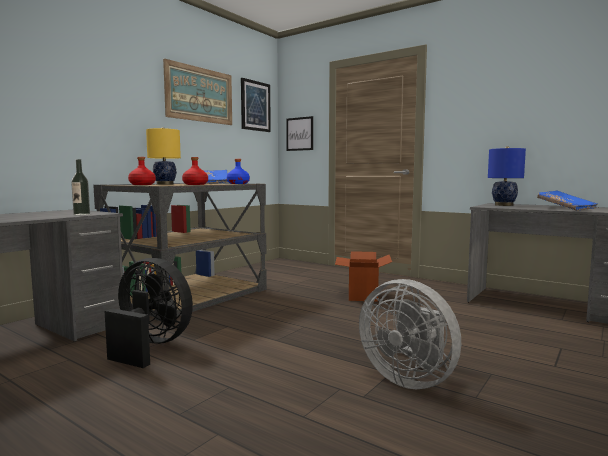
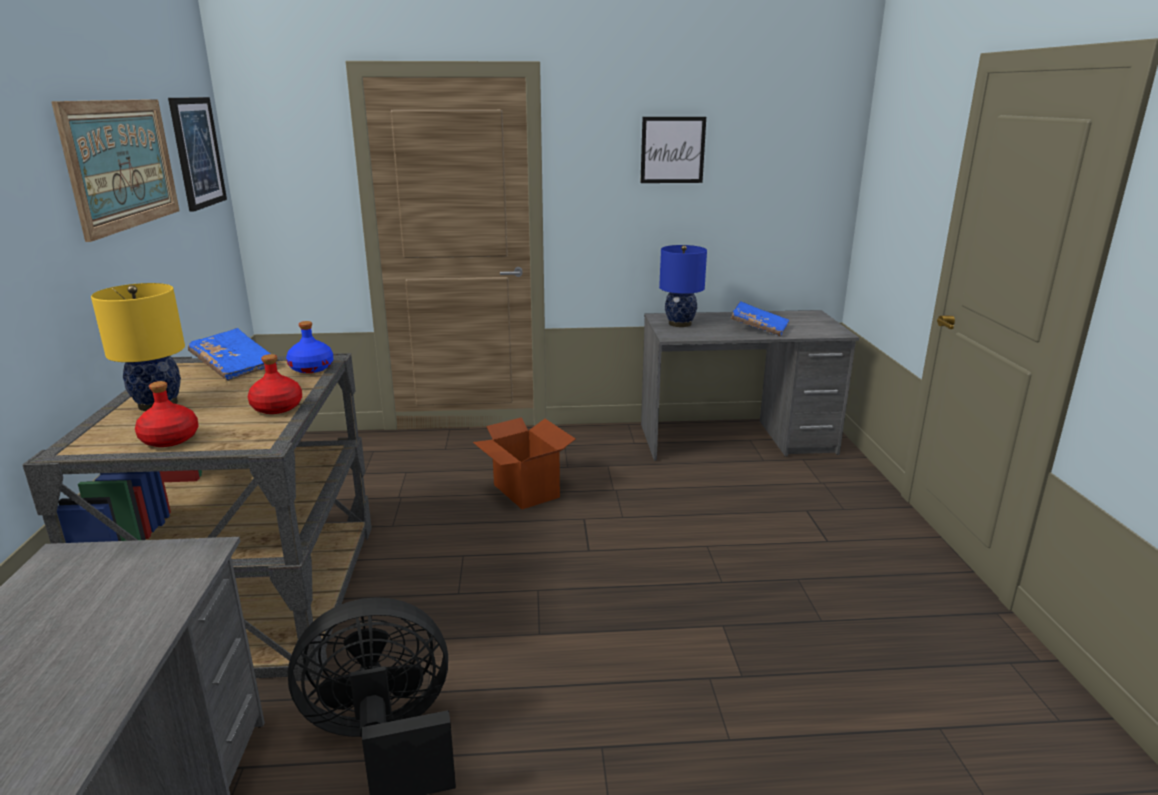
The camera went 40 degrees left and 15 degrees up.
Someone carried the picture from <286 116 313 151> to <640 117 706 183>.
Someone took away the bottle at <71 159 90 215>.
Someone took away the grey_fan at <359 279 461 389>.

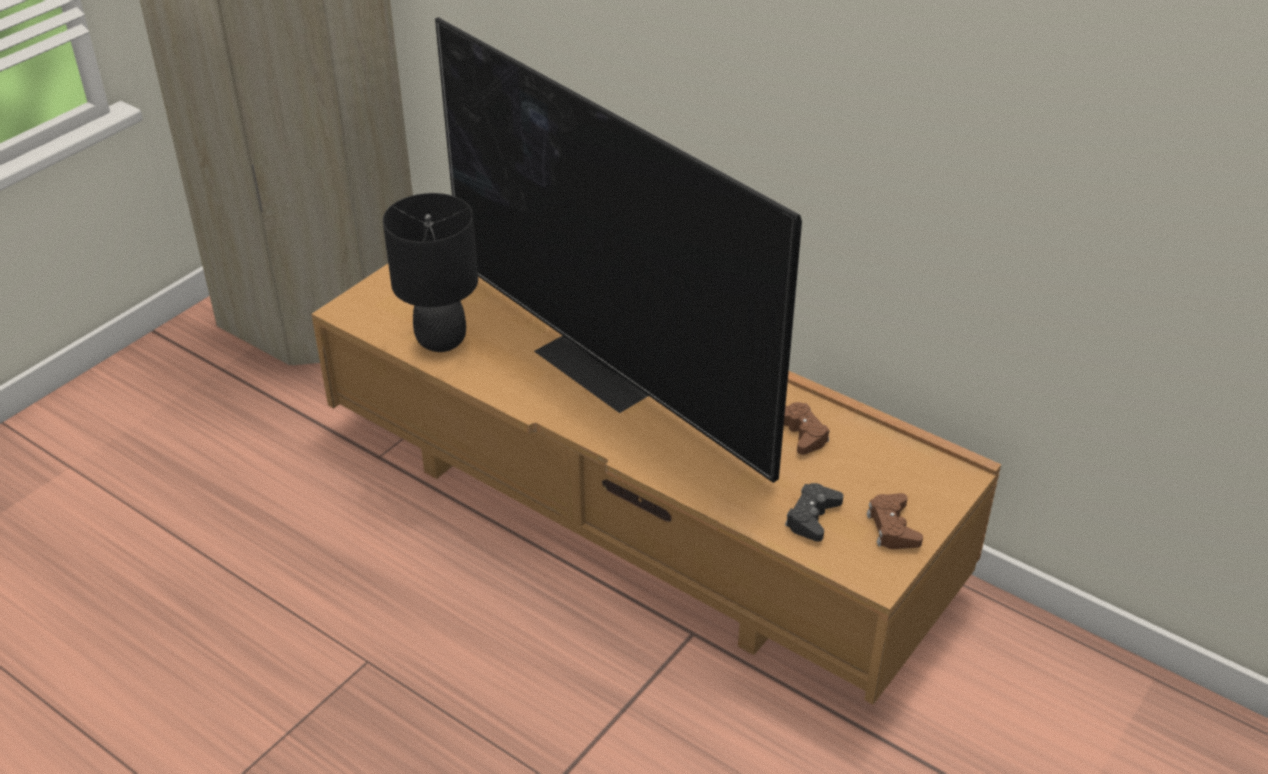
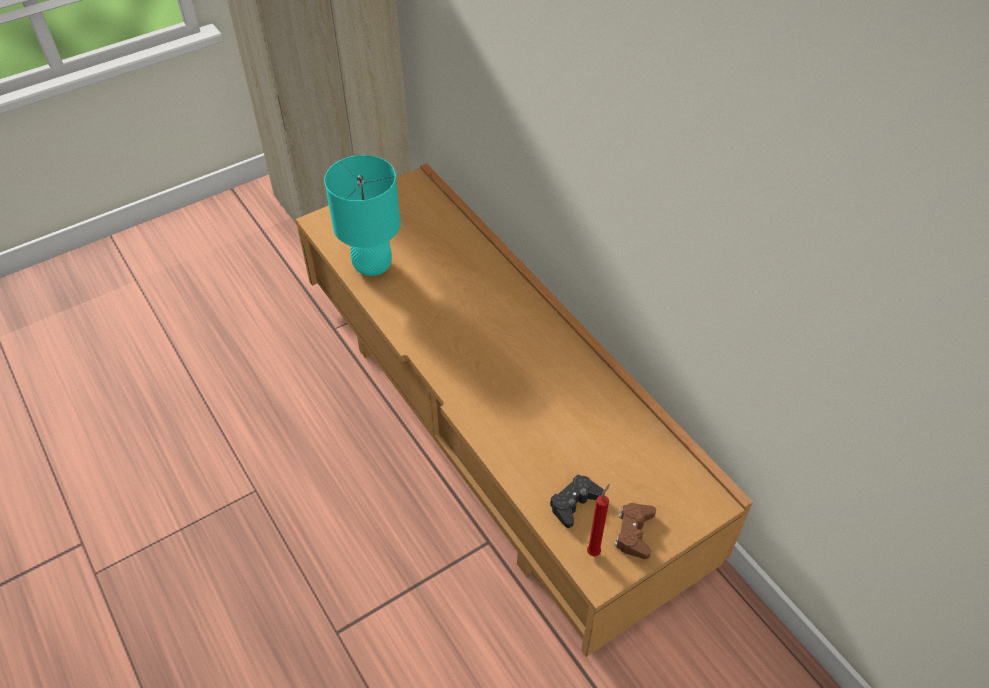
The camera went 20 degrees right and 10 degrees up.
Someone repainted the black_table_lamp at <383 193 478 352>, which became the turquoise_table_lamp at <324 155 401 276>.
Someone put down the red_candle at <587 484 609 556>.
Someone took away the television at <435 17 802 483>.
Someone took away the brown_game_controller at <784 402 829 455>.

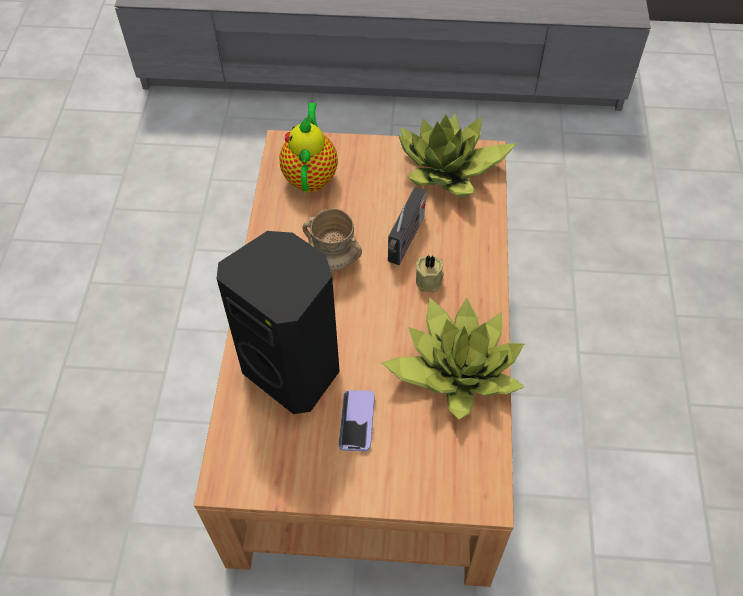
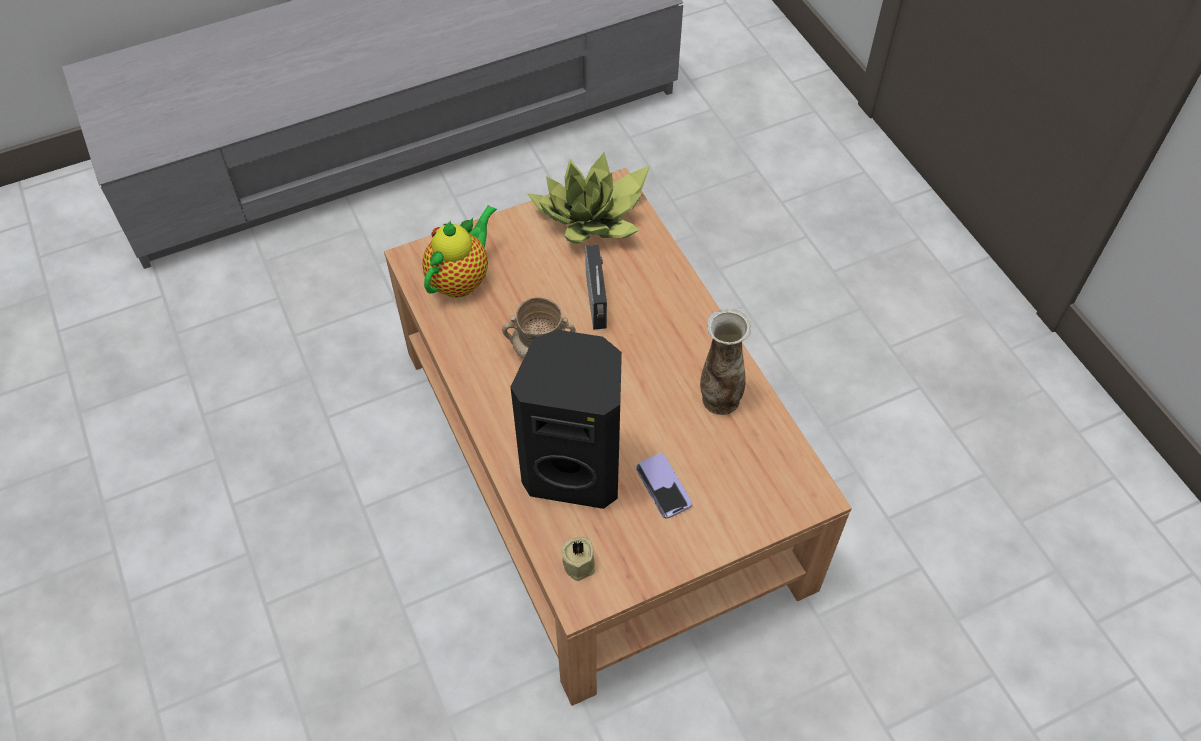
The camera went 30 degrees left and 0 degrees up.
Someone rotated the teapot at <279 103 338 192> by 60 degrees clockwise.
Someone carried the beige_candle from <416 255 444 292> to <561 537 595 581>.
Someone swapped the potted_plant at <382 297 525 419> for the vase at <700 308 751 415>.

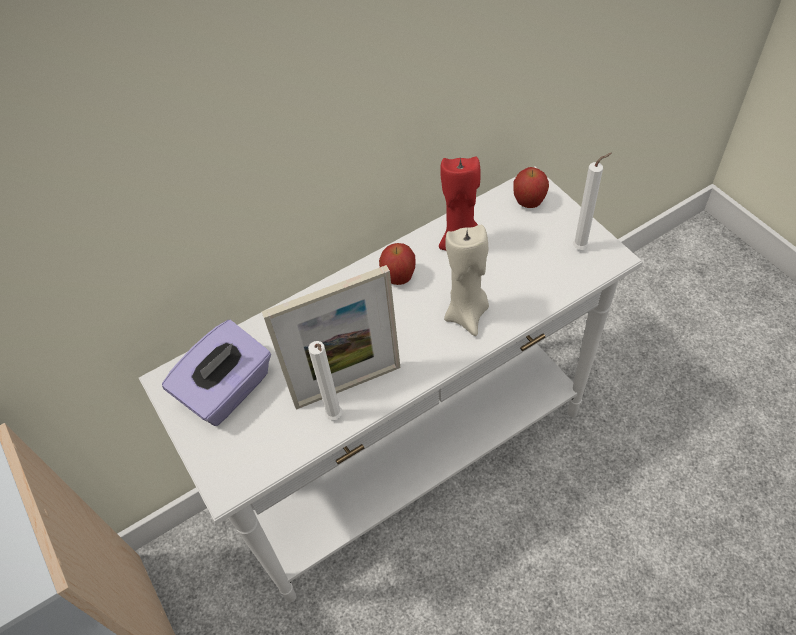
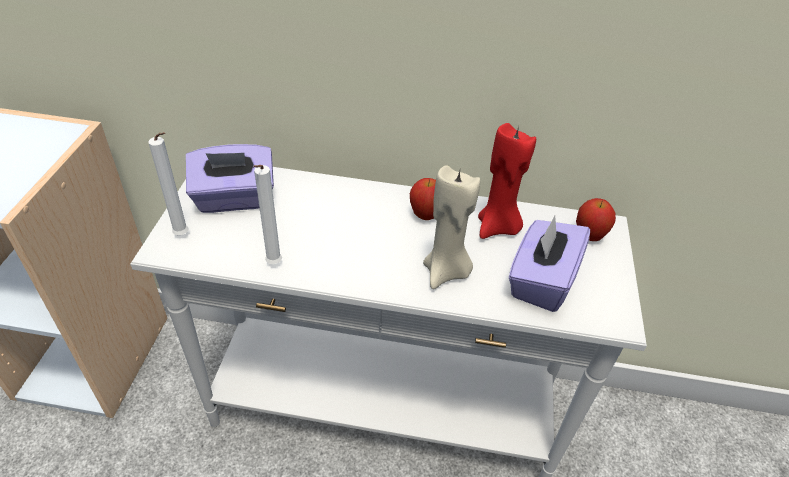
The camera went 35 degrees right and 10 degrees down.
Someone carried the white_candle from <573 153 612 250> to <149 132 188 235>.
Someone put down the purple_tissue_box at <509 215 590 312>.
Someone took away the picture_frame at <262 265 401 409>.

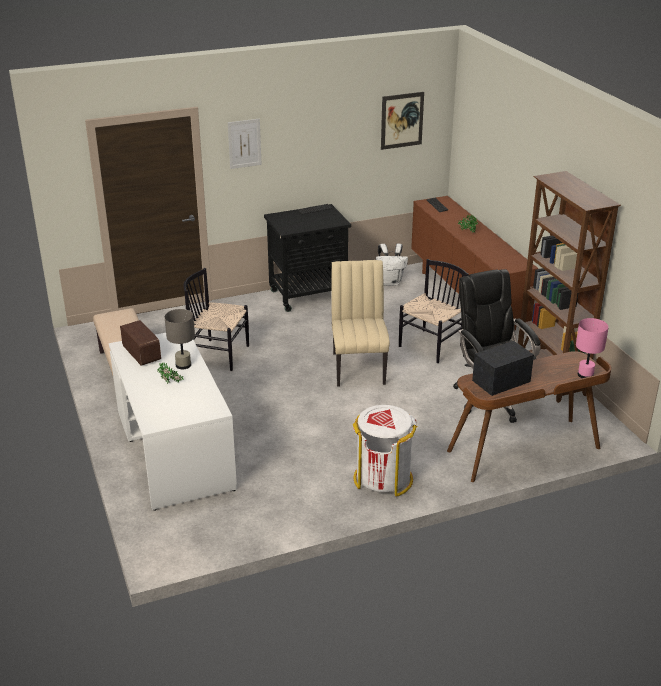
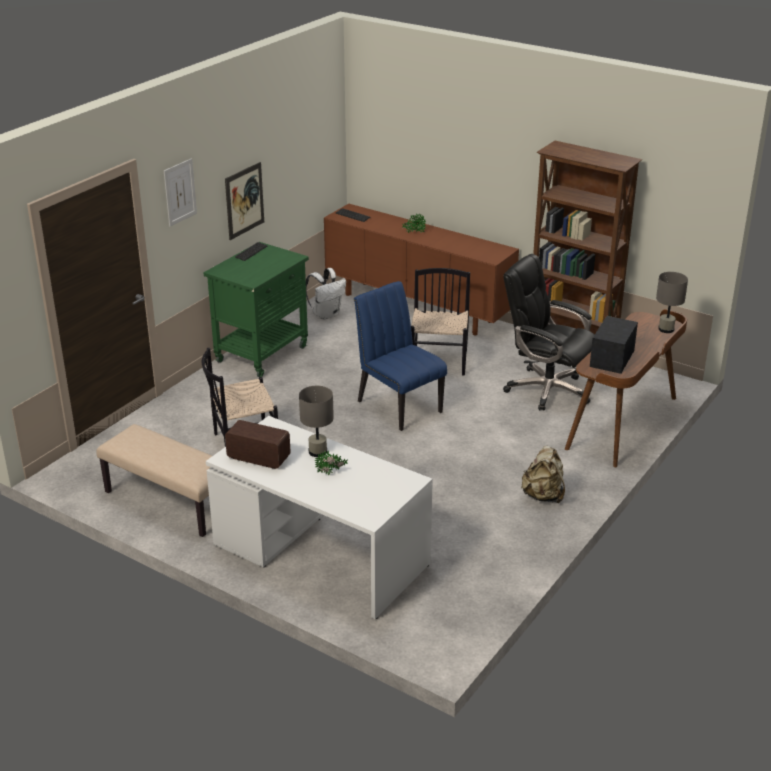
The camera went 35 degrees left and 0 degrees up.
Someone repainted the black_cart at <264 204 351 312>, which became the green_cart at <203 242 309 377>.
Someone carried the picture from <381 92 424 150> to <225 162 264 240>.
Someone repainted the beige_chair at <331 260 390 387>, which became the blue_chair at <354 281 447 431>.
Someone swapped the white_trash_can at <353 405 417 497> for the beige_backpack at <521 446 565 504>.
Someone repainted the pink_table_lamp at <576 318 608 378>, which became the grey_table_lamp at <656 272 688 333>.

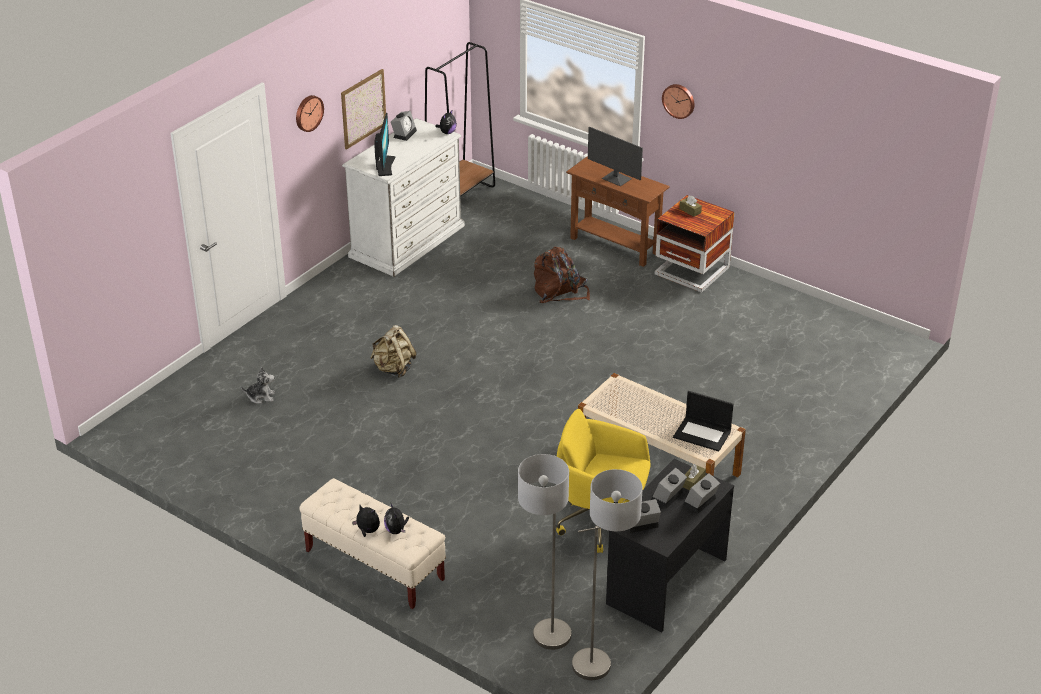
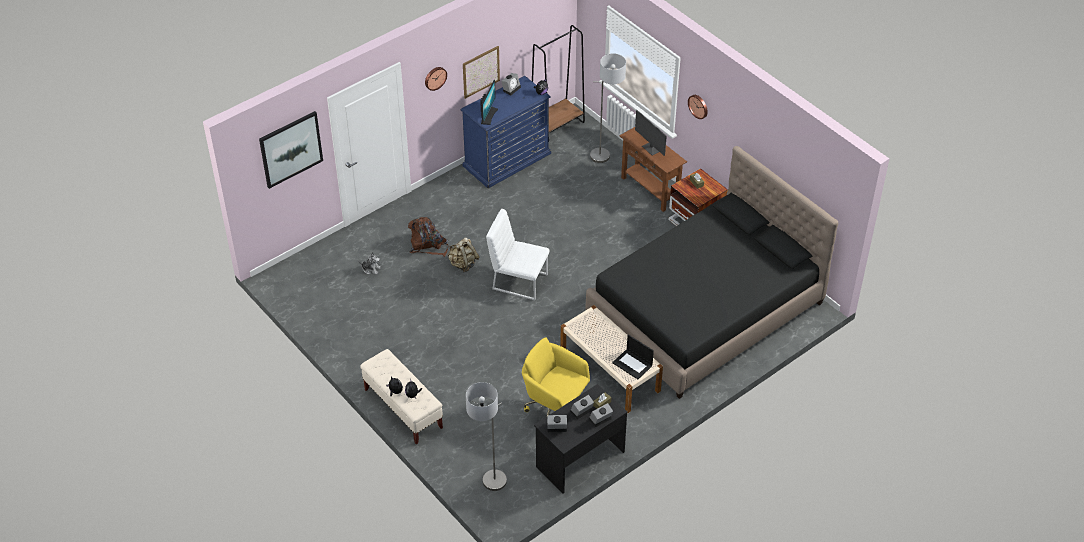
The camera went 15 degrees right and 10 degrees up.
Someone put up the picture at <259 111 323 189>.
Someone carried the brown_backpack from <534 247 590 303> to <408 217 448 257>.
Someone repainted the white_dresser at <342 118 465 277>, which became the blue_dresser at <460 76 551 188>.
Someone put down the white_chair at <486 209 549 301>.
Someone put down the black_bed at <585 146 838 399>.
Someone carried the grey_floor_lamp from <572 469 643 680> to <590 53 626 163>.

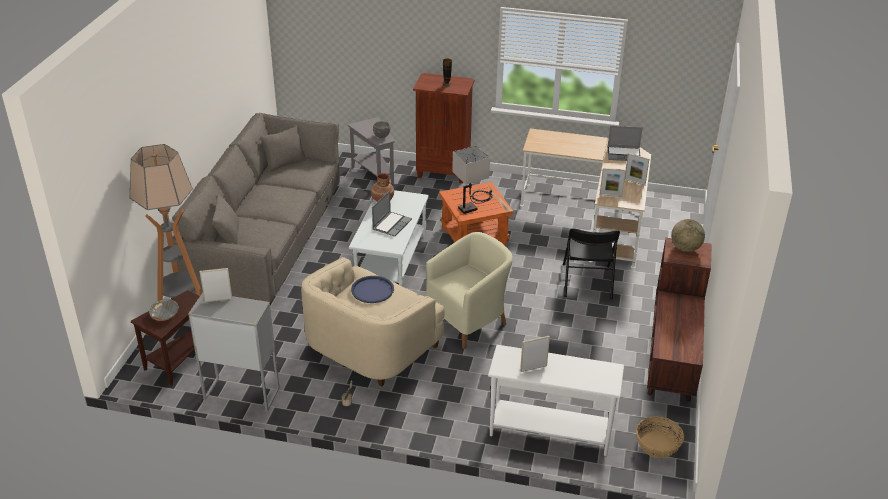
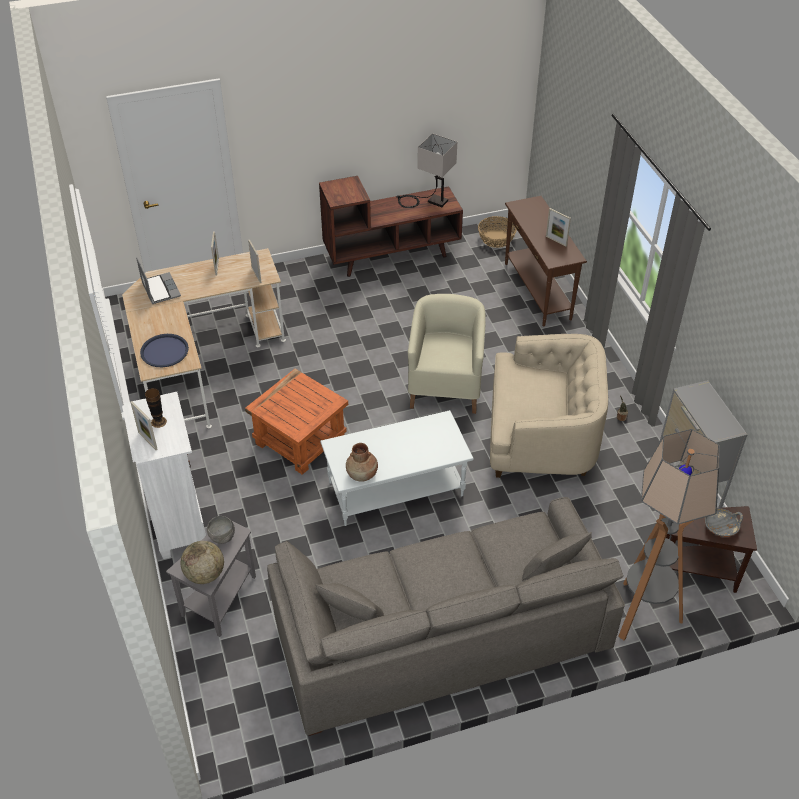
The camera went 120 degrees left and 10 degrees up.
Someone repainted the brown_cabinet at <413 73 475 184>, which became the white_cabinet at <122 392 206 559>.
Someone carried the picture_frame from <200 268 232 302> to <130 401 158 450>.
Someone carried the blue_tray from <351 276 394 303> to <140 334 189 367>.
Someone carried the globe from <671 219 705 252> to <181 541 224 584>.
Someone carried the table_lamp from <452 145 493 214> to <396 133 457 208>.
Someone rotated the beige_armchair at <426 232 513 349> by 75 degrees clockwise.
Someone repainted the white_console_table at <488 345 624 456>, which became the brown_console_table at <505 196 587 327>.
Someone took away the laptop at <372 191 412 237>.
Someone took away the black_chair at <563 229 620 299>.

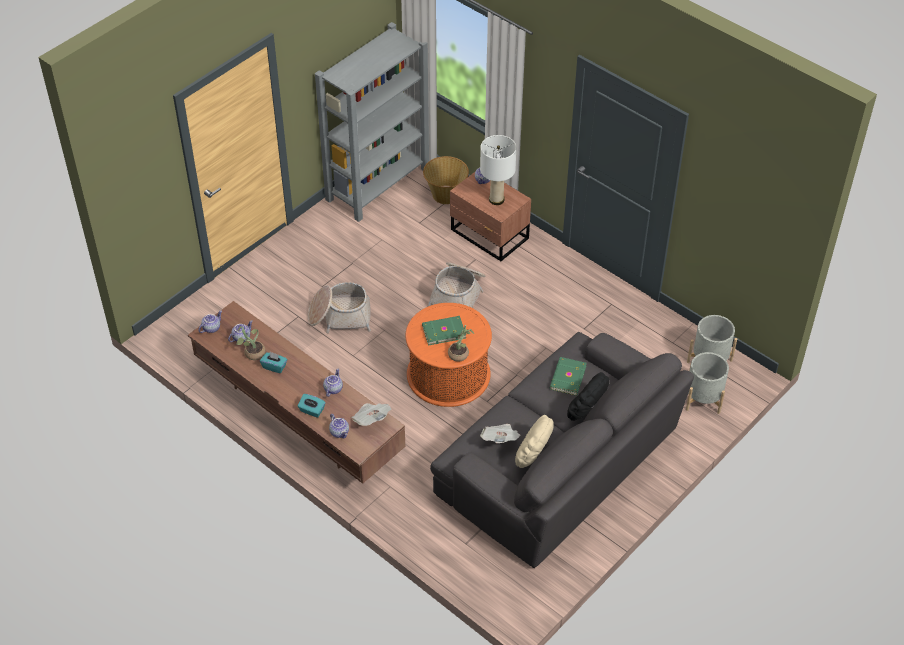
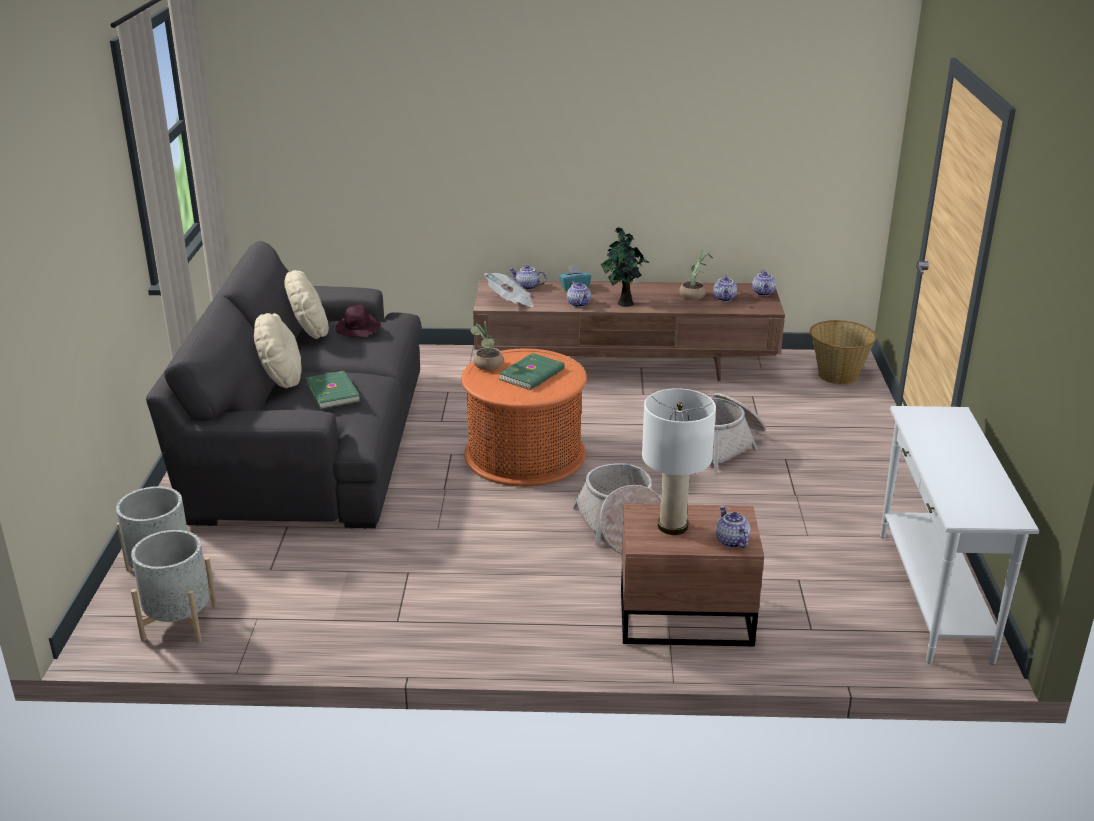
The camera went 140 degrees right and 20 degrees down.
Someone repainted the black_pillow at <567 372 609 421>, which became the beige_pillow at <254 313 302 388>.
Someone swapped the newspaper at <480 424 521 443> for the purple_hat at <336 305 381 337>.
Someone put down the potted_plant at <601 227 649 307>.
Someone carried the basket from <423 156 469 204> to <809 320 877 384>.
Someone swapped the grey_bookcase at <315 22 429 222> for the white_console_table at <880 406 1039 665>.
Someone took away the turquoise_tissue_box at <260 352 287 373>.

